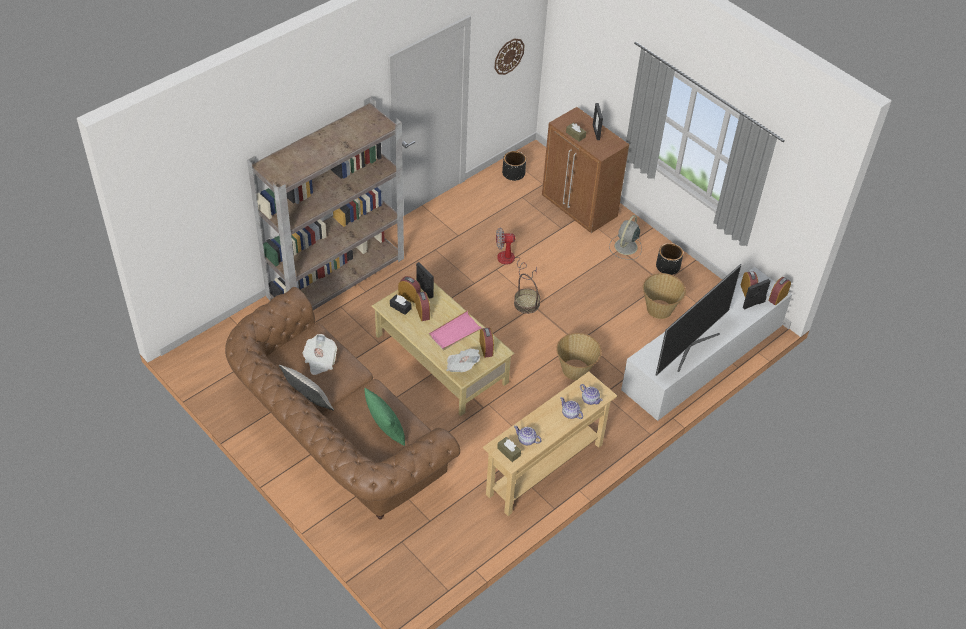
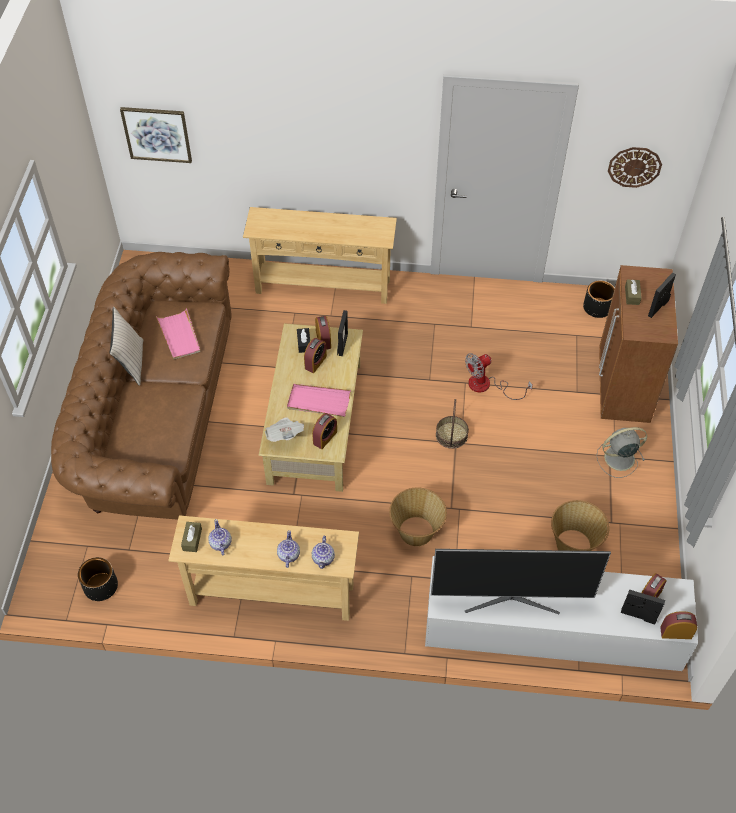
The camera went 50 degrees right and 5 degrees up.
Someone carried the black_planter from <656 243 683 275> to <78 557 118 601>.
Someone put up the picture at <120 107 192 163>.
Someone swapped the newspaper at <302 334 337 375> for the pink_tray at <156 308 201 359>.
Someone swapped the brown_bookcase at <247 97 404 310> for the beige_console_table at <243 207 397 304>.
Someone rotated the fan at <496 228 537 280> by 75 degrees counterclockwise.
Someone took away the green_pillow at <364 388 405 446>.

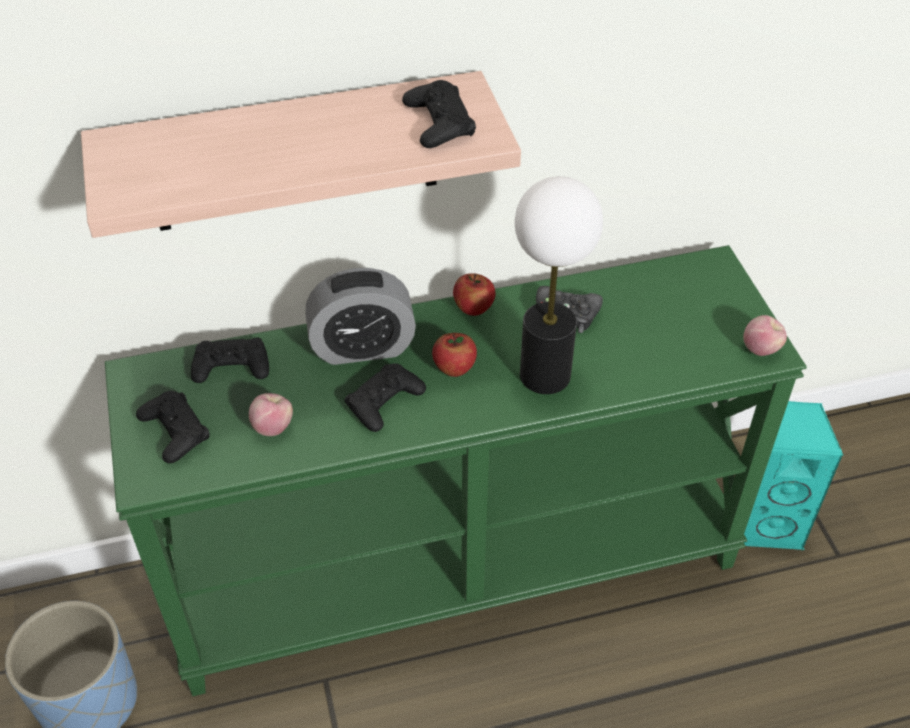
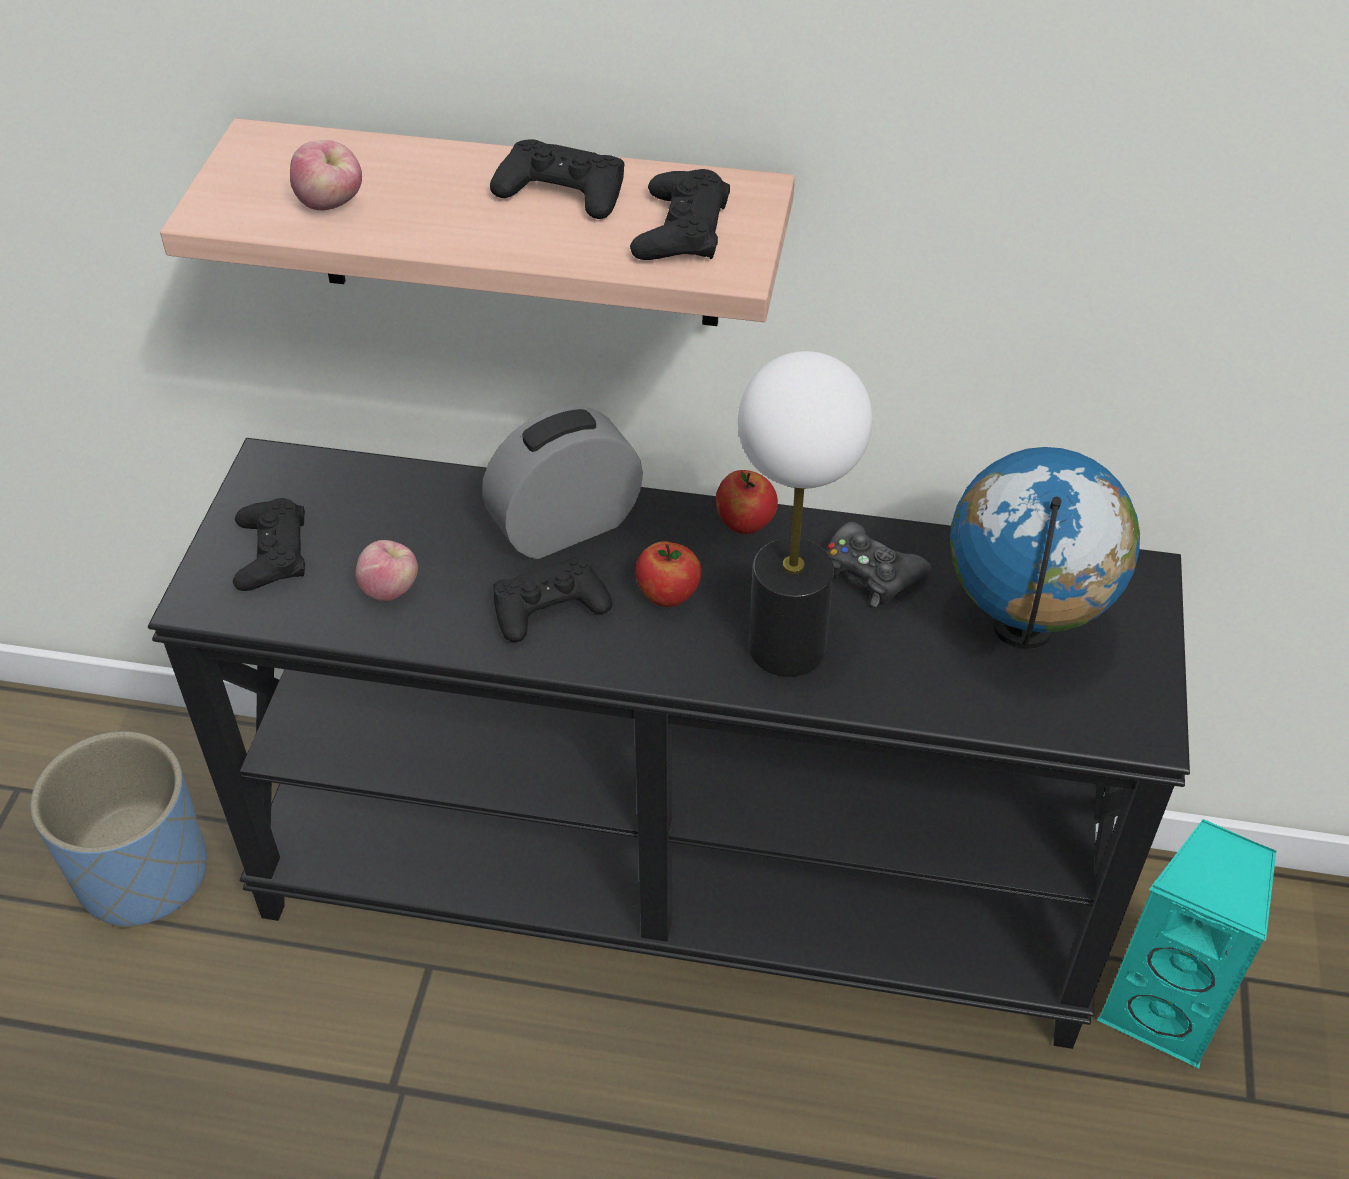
The camera went 25 degrees right and 0 degrees up.
Someone repainted the green_console_table at <105 245 807 696>, which became the black_console_table at <148 438 1190 1049>.
Someone carried the apple from <743 315 787 356> to <290 140 362 210>.
Someone rotated the alarm_clock at <305 268 416 365> by 135 degrees clockwise.
Someone carried the black_game_controller from <191 338 269 383> to <490 139 624 219>.
Someone put down the globe at <950 447 1140 649>.

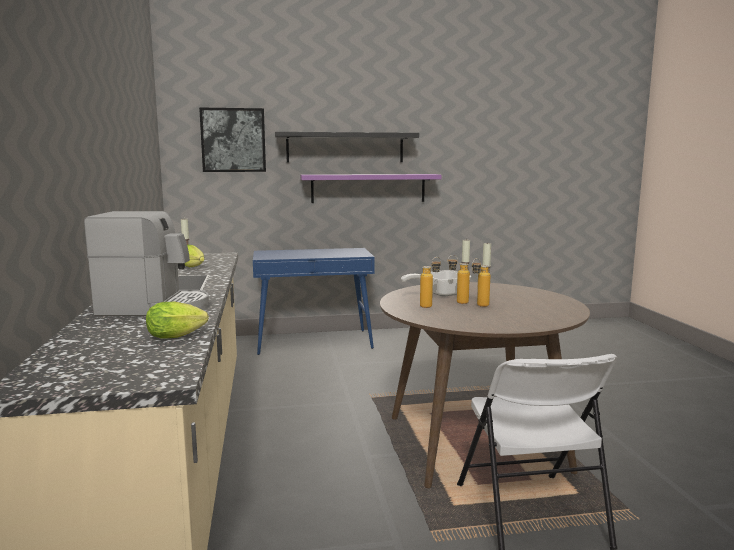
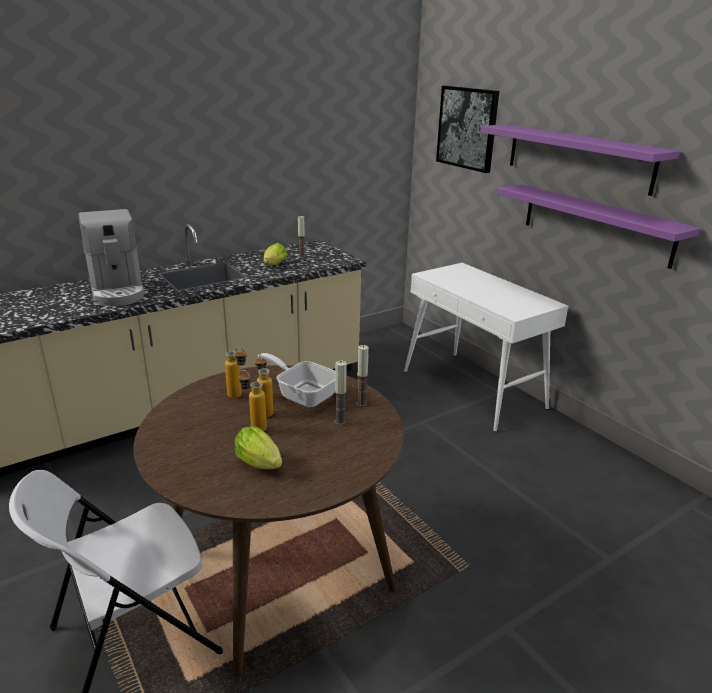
The camera went 65 degrees right and 15 degrees up.
Someone carried the lettuce from <146 301 209 338> to <235 426 282 469>.
Someone repainted the blue_console_table at <253 248 375 355>, which became the white_console_table at <404 263 569 432>.
Someone repainted the black_shelf at <275 132 419 162>, which became the purple_shelf at <480 124 680 196>.

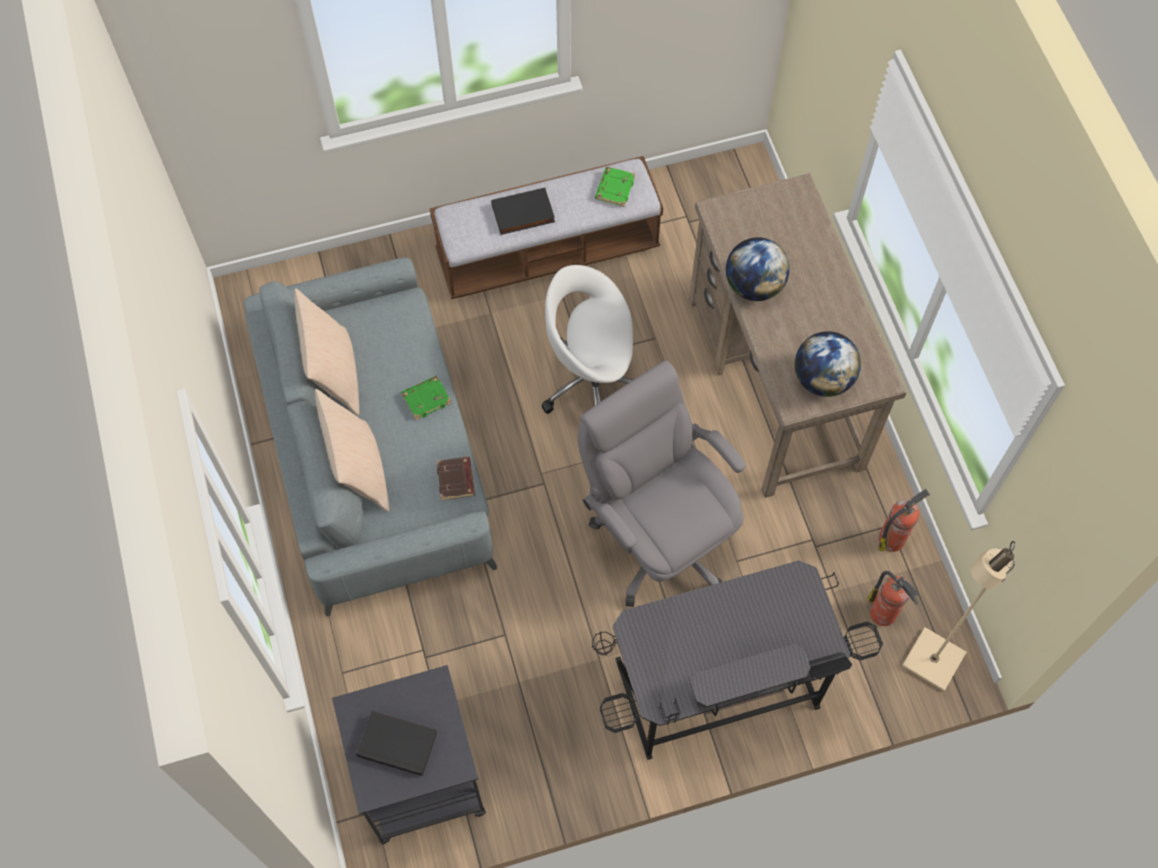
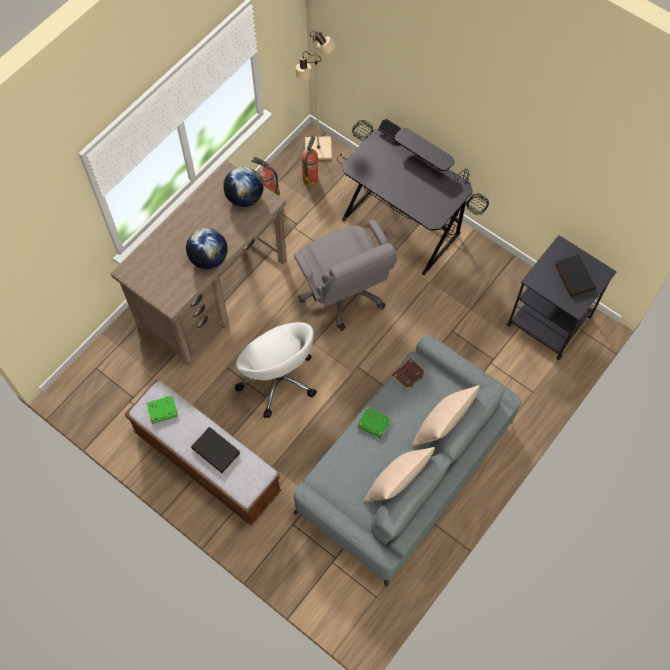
The camera went 125 degrees left and 0 degrees up.
Someone rotated the grey_office_chair at <578 360 746 607> by 45 degrees counterclockwise.

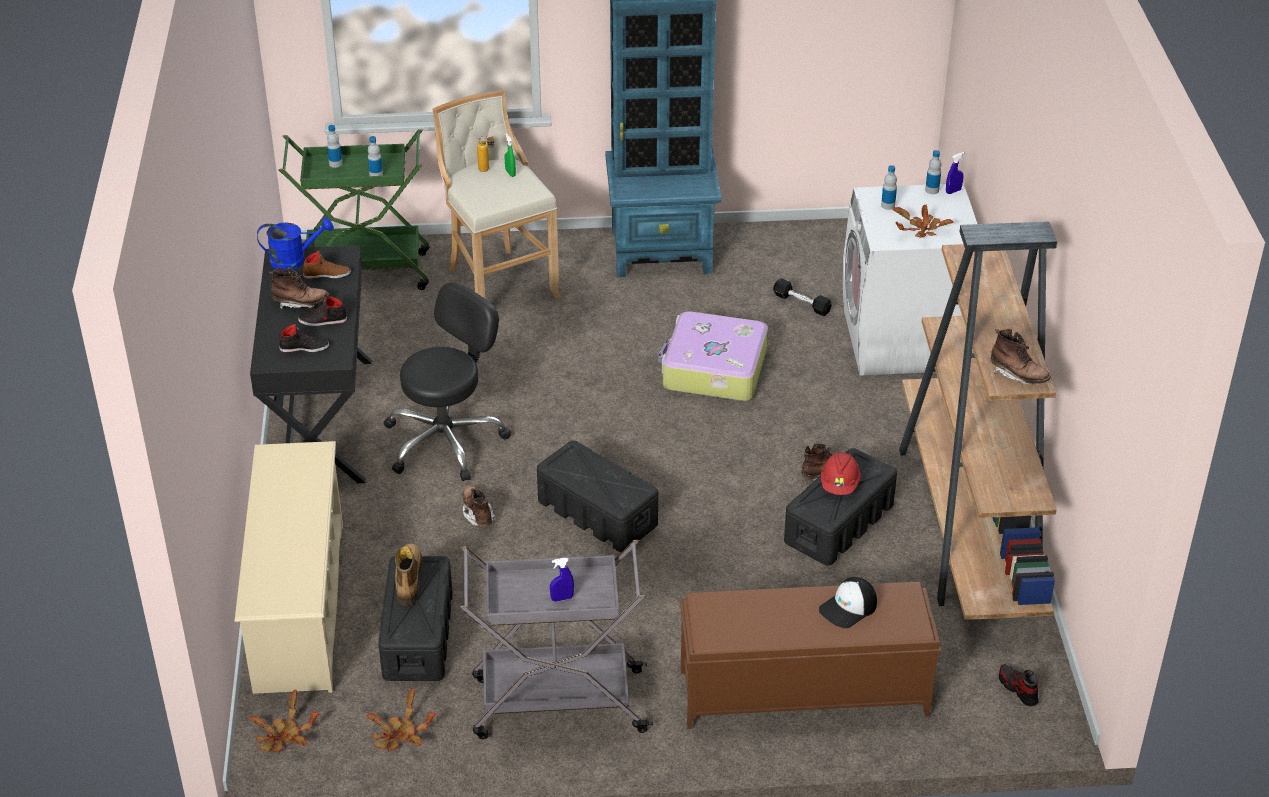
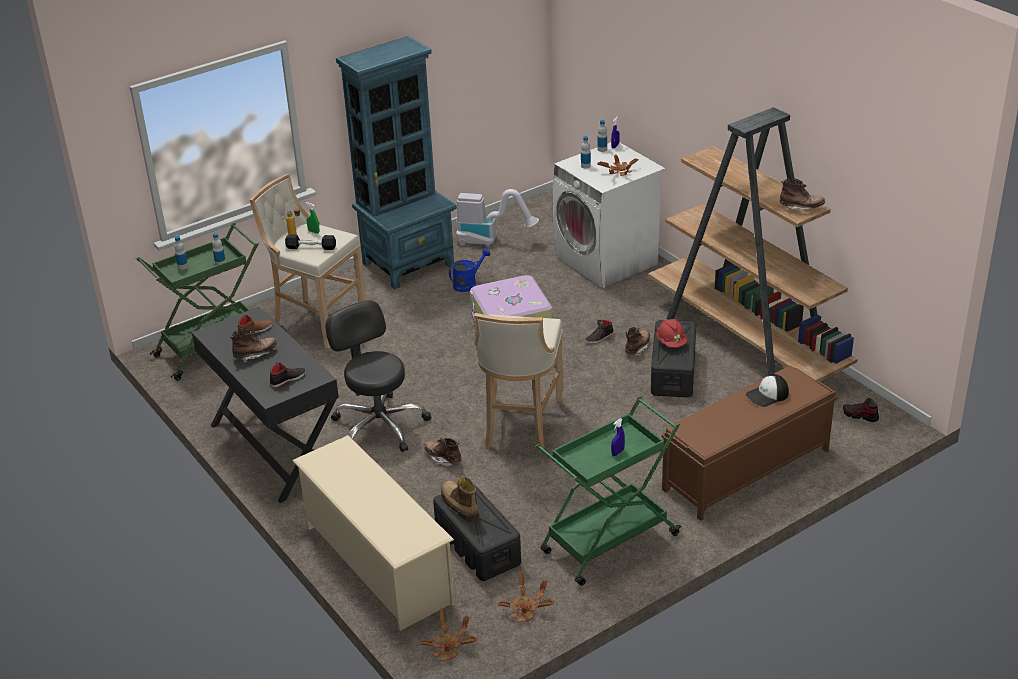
The camera went 30 degrees left and 5 degrees down.
Someone carried the black_dumbbell from <773 279 832 316> to <285 234 336 250>.
Someone rotated the black_office_chair at <384 282 511 481> by 45 degrees counterclockwise.
Someone carried the blue_watering_can from <257 217 334 271> to <449 248 491 292>.
Someone put down the vacuum_cleaner at <456 189 539 246>.
Someone swapped the black_storage_box at <537 440 658 552> for the beige_stool at <474 313 565 453>.
Someone repainted the grey_cart at <460 540 653 739>, which became the green_cart at <535 395 682 586>.
Someone carried the black_shoe from <298 295 347 326> to <585 320 613 344>.
Someone rotated the cap at <819 577 877 628> by 45 degrees clockwise.

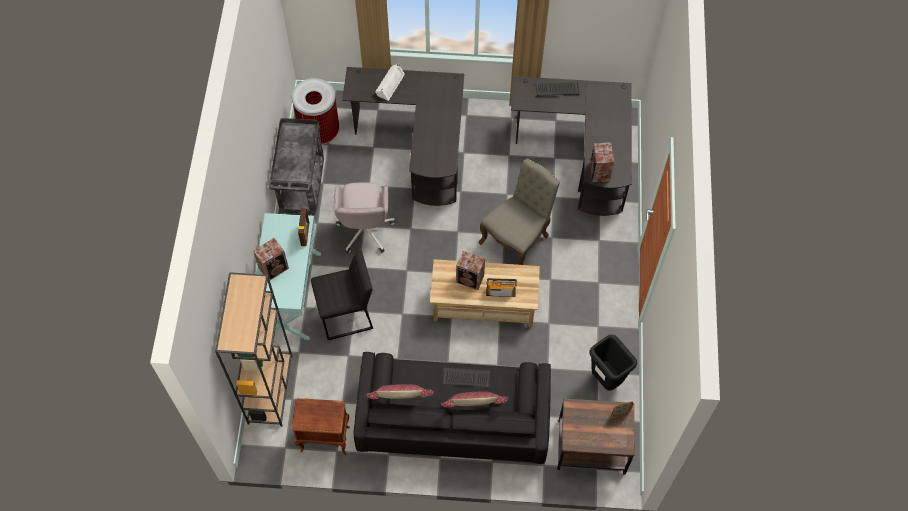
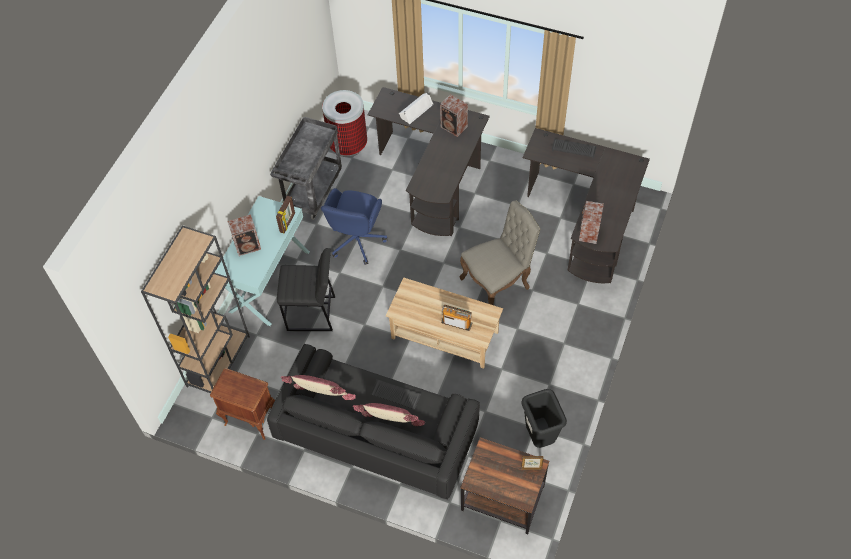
The camera went 20 degrees right and 5 degrees down.
Someone repainted the grey_office_chair at <334 182 395 254>, which became the blue_office_chair at <321 188 387 265>.
Someone carried the speaker from <456 251 485 290> to <440 94 468 137>.

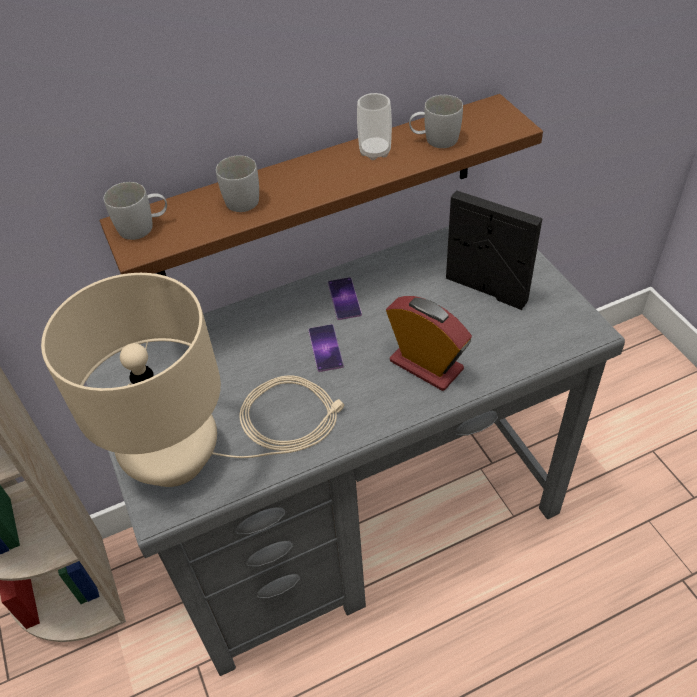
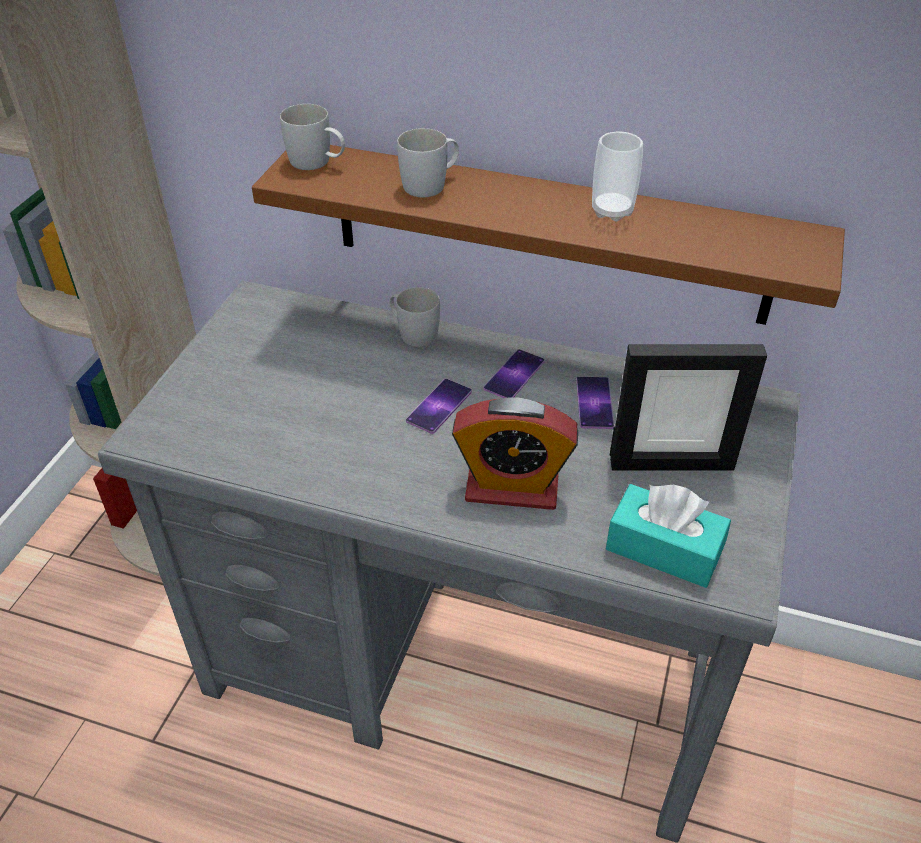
The camera went 40 degrees right and 5 degrees down.
Someone carried the white_mug from <409 95 463 148> to <390 287 440 347>.
Someone rotated the alarm_clock at <386 296 472 391> by 105 degrees clockwise.
Someone put down the phone at <576 377 614 429>.
Someone put down the turquoise_tissue_box at <606 484 731 588>.
Someone rotated the picture_frame at <446 190 543 310> by 105 degrees clockwise.
Someone took away the beige_table_lamp at <41 273 344 487>.

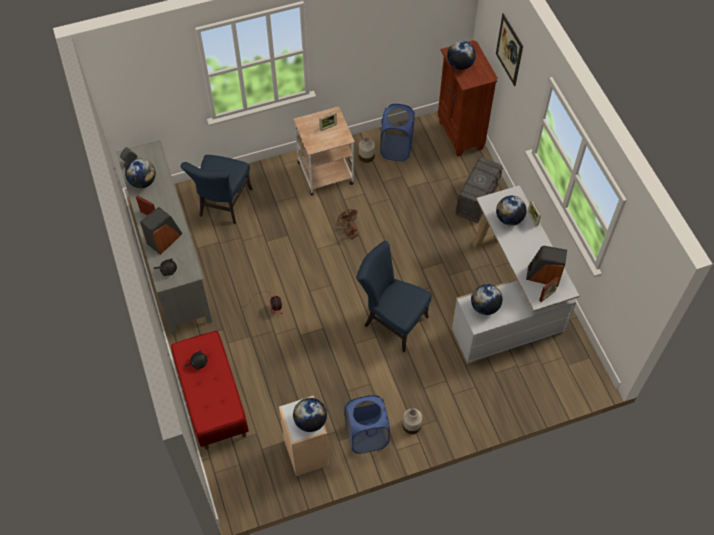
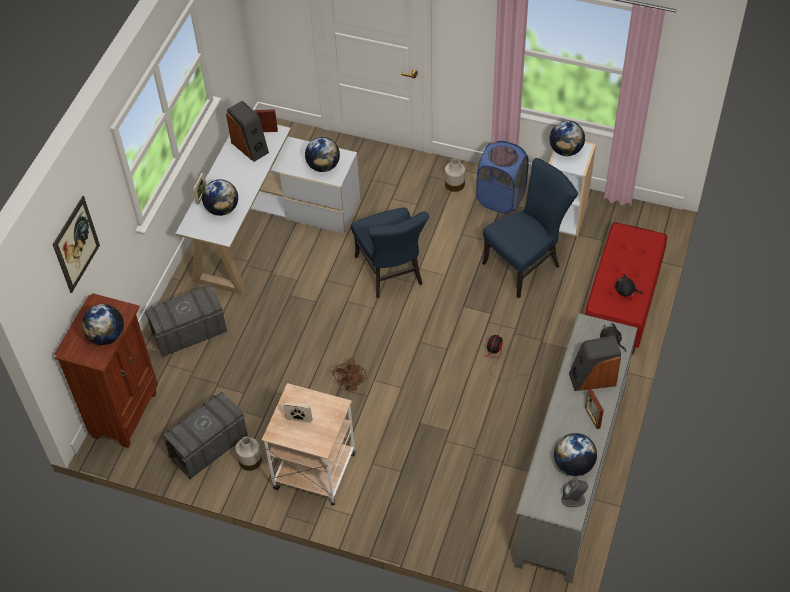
The camera went 140 degrees left and 5 degrees down.
Someone swapped the blue_laundry_basket at <380 104 415 161> for the grey_storage_box at <162 392 248 479>.
Someone carried the blue_chair from <180 155 252 224> to <482 158 578 298>.

